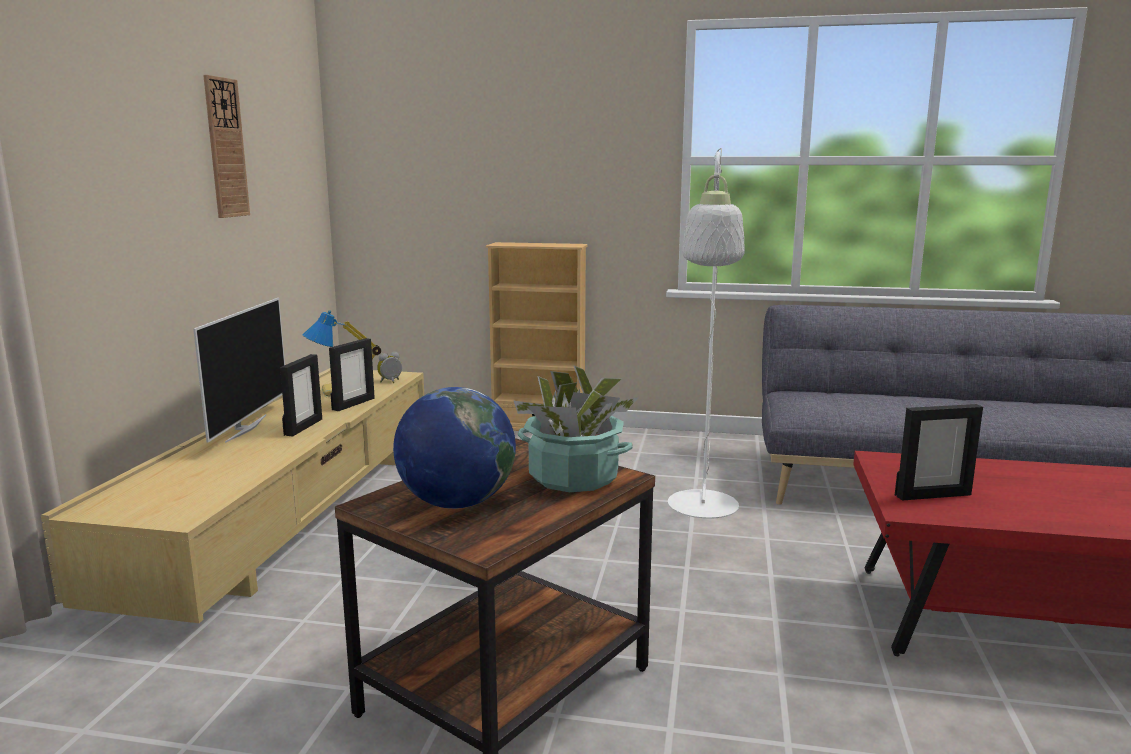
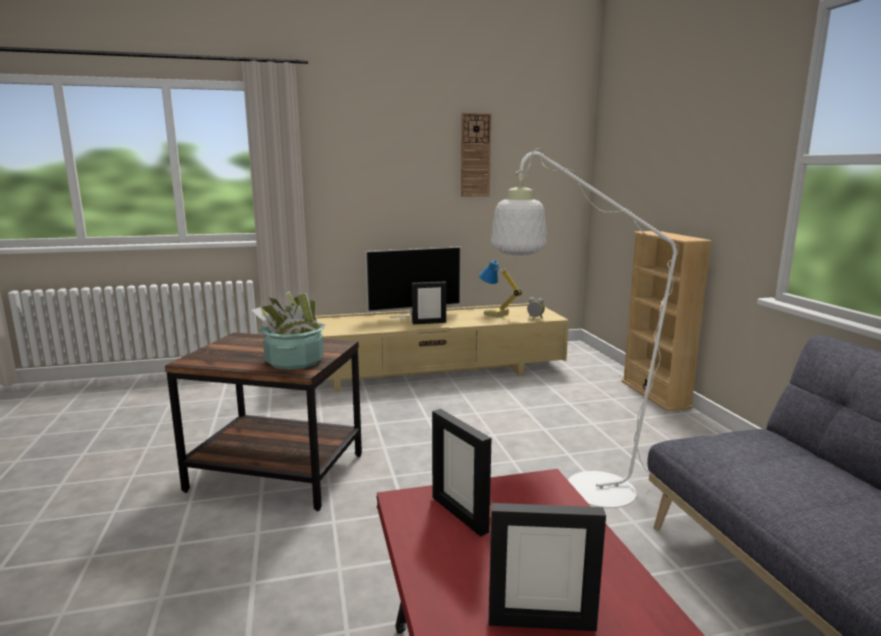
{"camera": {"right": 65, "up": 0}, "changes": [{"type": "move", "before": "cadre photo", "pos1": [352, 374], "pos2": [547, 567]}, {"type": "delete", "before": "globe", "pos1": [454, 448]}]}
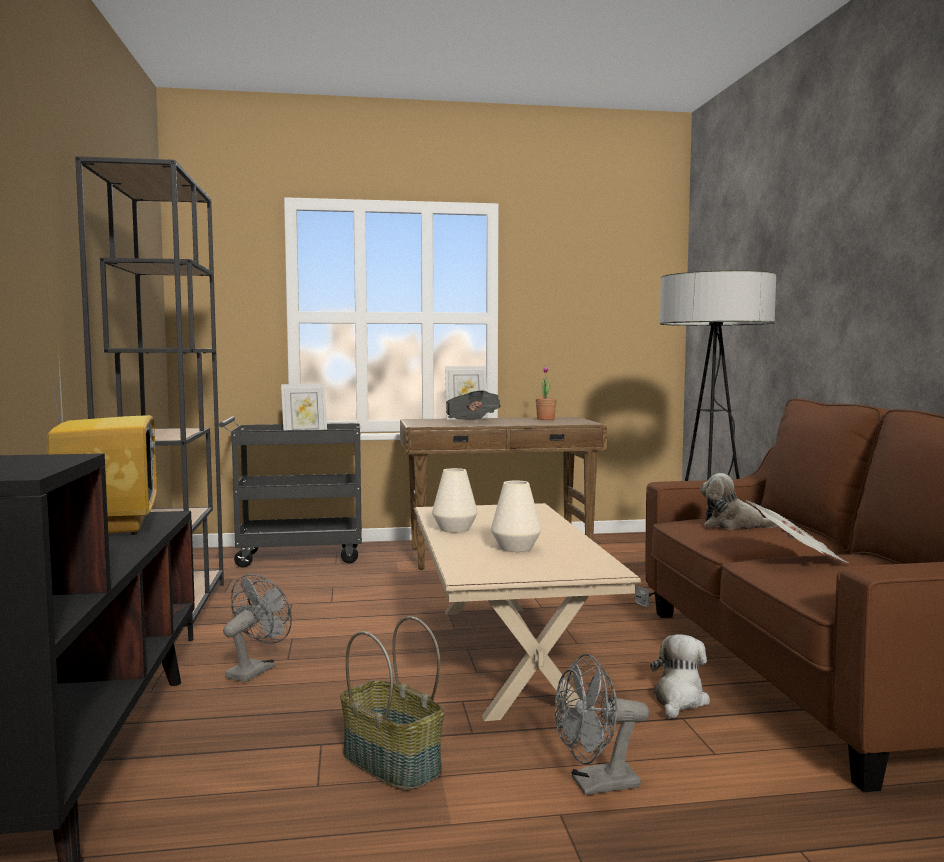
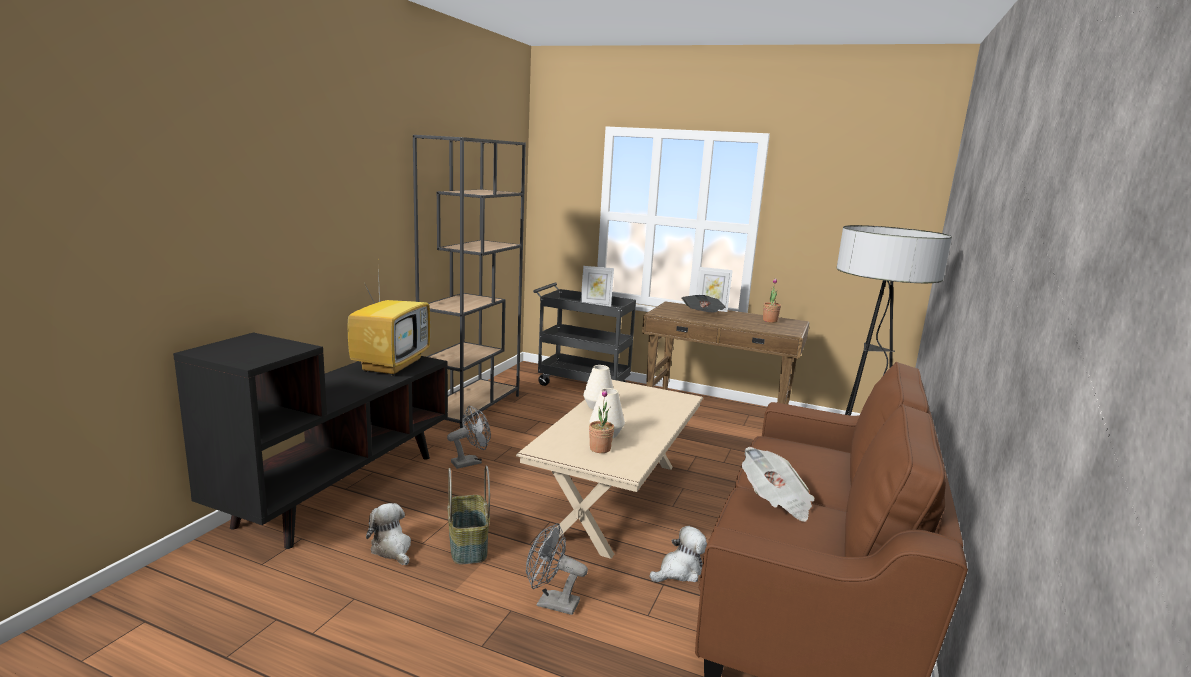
{"camera": {"right": 30, "up": 10}, "changes": [{"type": "move", "before": "peluche", "pos1": [739, 501], "pos2": [388, 534]}, {"type": "insert", "after": "plante en pot", "pos2": [601, 421]}]}
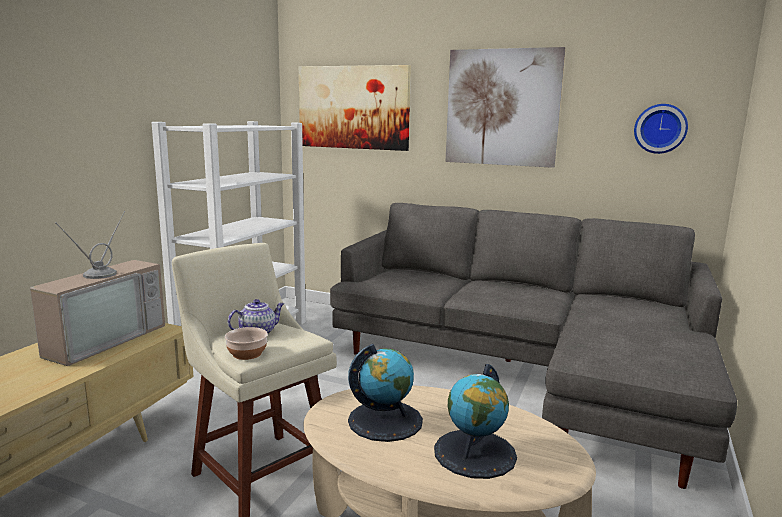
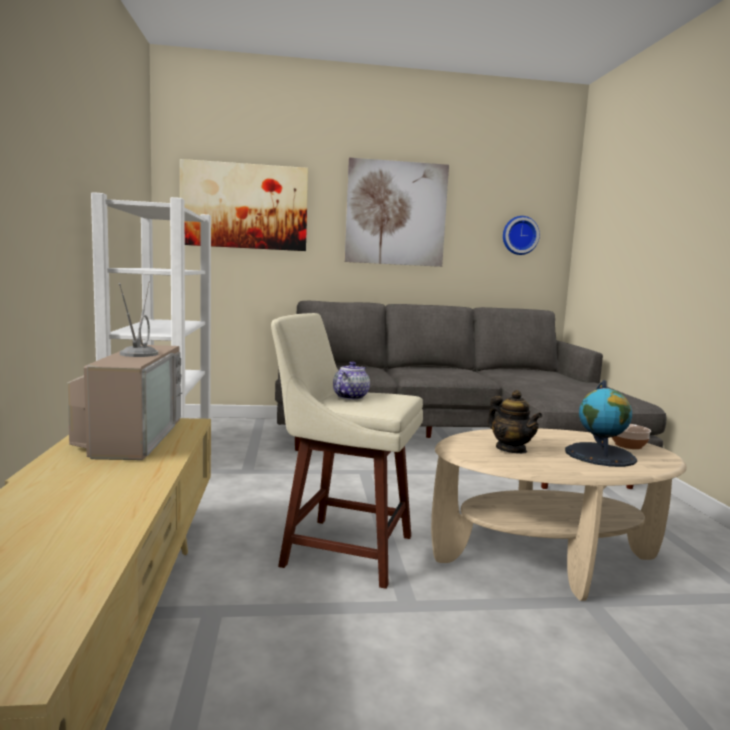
{"camera": {"right": -30, "up": -5}, "changes": [{"type": "move", "before": "bol", "pos1": [246, 343], "pos2": [631, 436]}, {"type": "replace", "before": "globe", "after": "théière", "pos1": [385, 393], "pos2": [515, 422]}]}
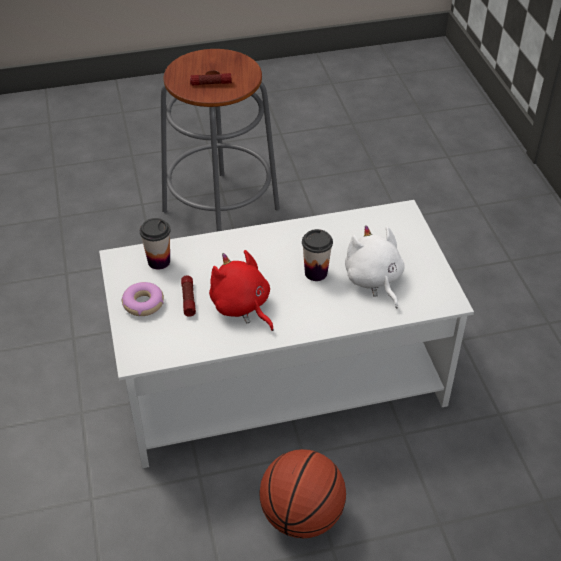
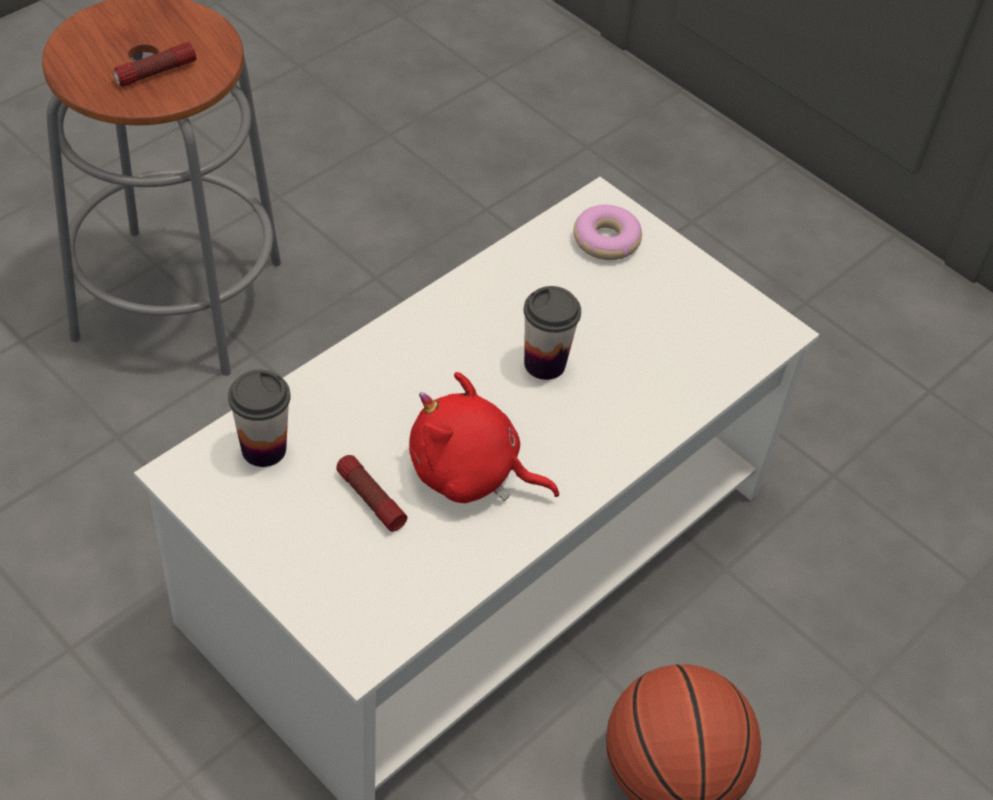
{"camera": {"right": -35, "up": 5}, "changes": [{"type": "delete", "before": "peluche [blanc]", "pos1": [375, 266]}, {"type": "move", "before": "beignet", "pos1": [142, 299], "pos2": [607, 232]}]}
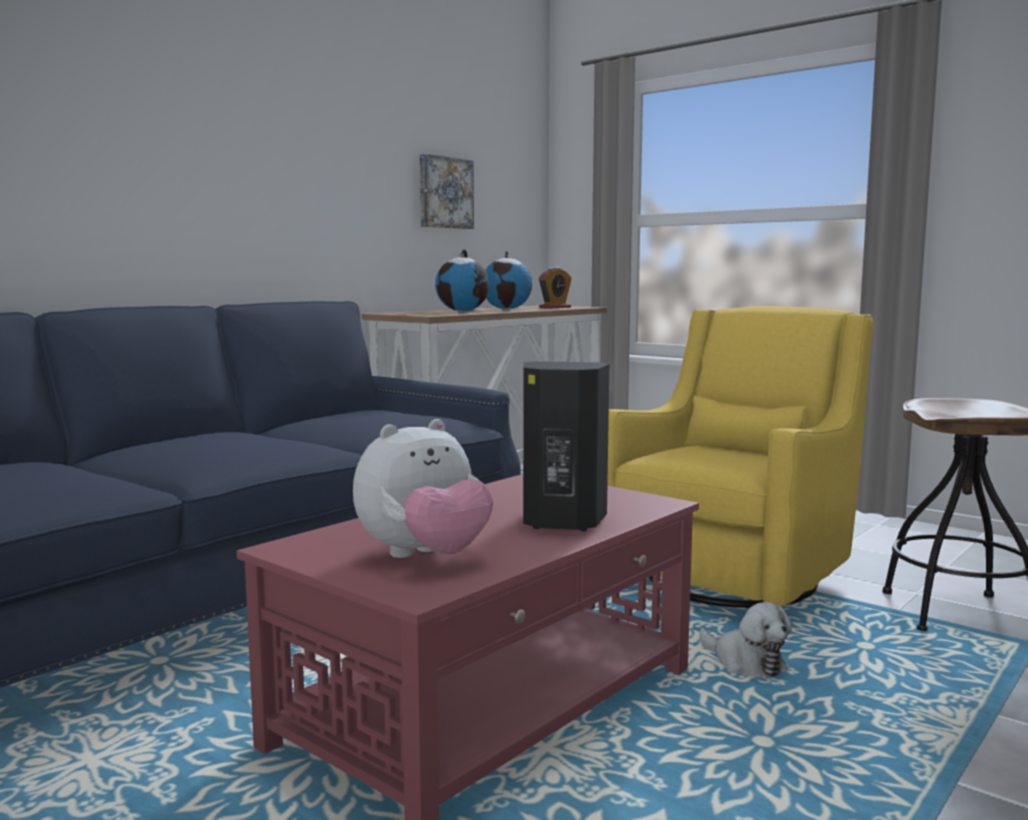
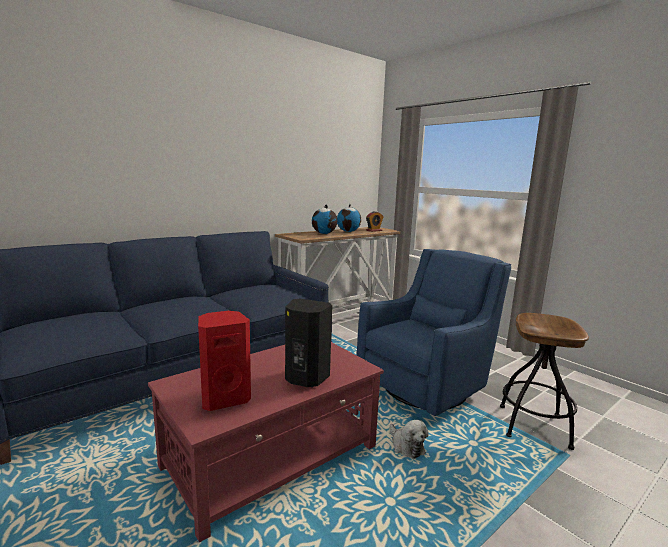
{"camera": {"right": 10, "up": 5}, "changes": [{"type": "delete", "before": "tableau", "pos1": [447, 191]}, {"type": "recolor", "before": "fauteuil [jaune]", "after": "fauteuil [bleu]", "pos1": [740, 457], "pos2": [434, 332]}, {"type": "replace", "before": "peluche", "after": "enceinte [rouge]", "pos1": [423, 488], "pos2": [224, 361]}]}
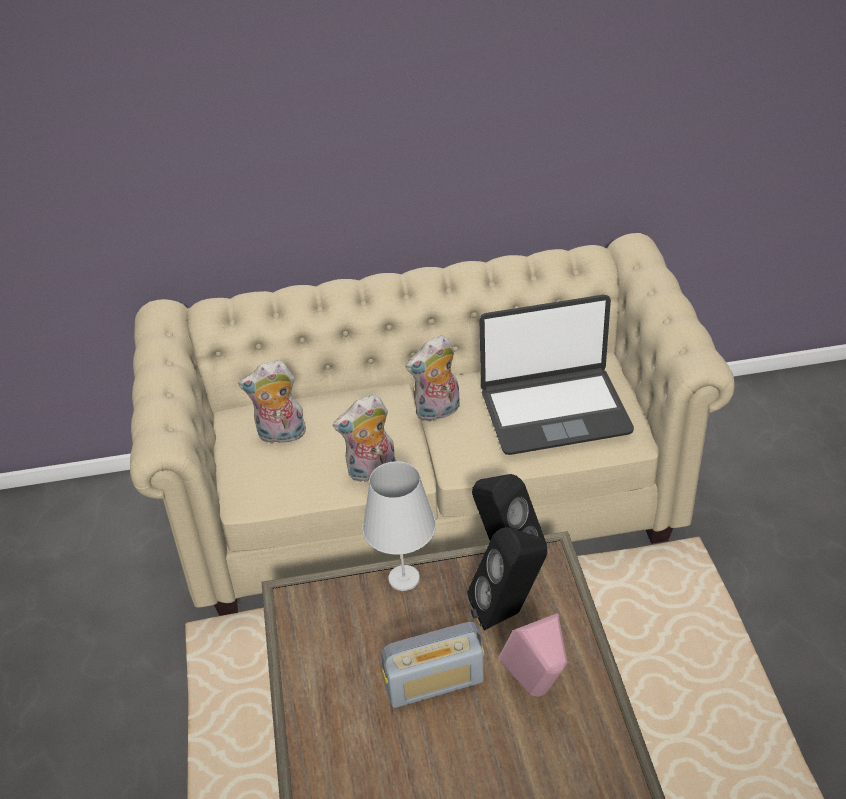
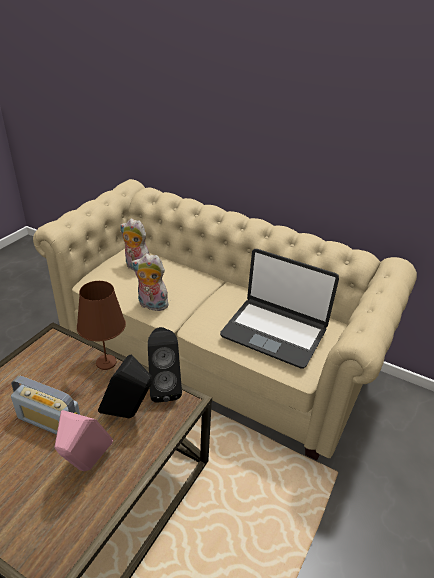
{"camera": {"right": 35, "up": -5}, "changes": [{"type": "delete", "before": "peluche", "pos1": [433, 378]}, {"type": "recolor", "before": "lampe de table [blanc]", "after": "lampe de table [marron]", "pos1": [399, 526], "pos2": [101, 325]}]}
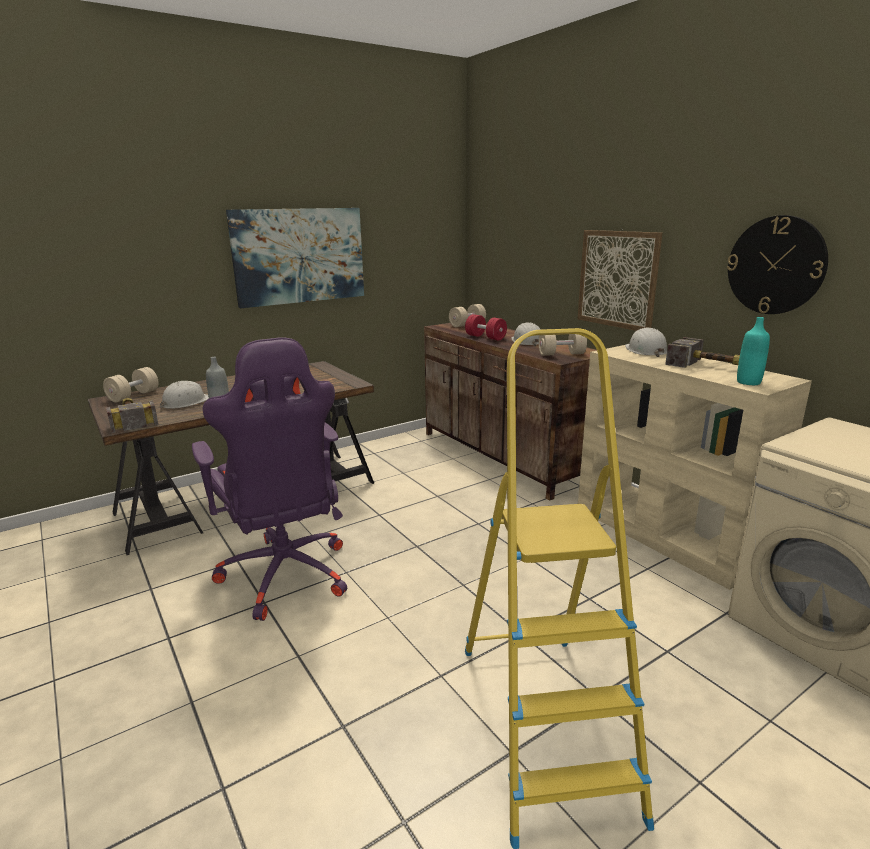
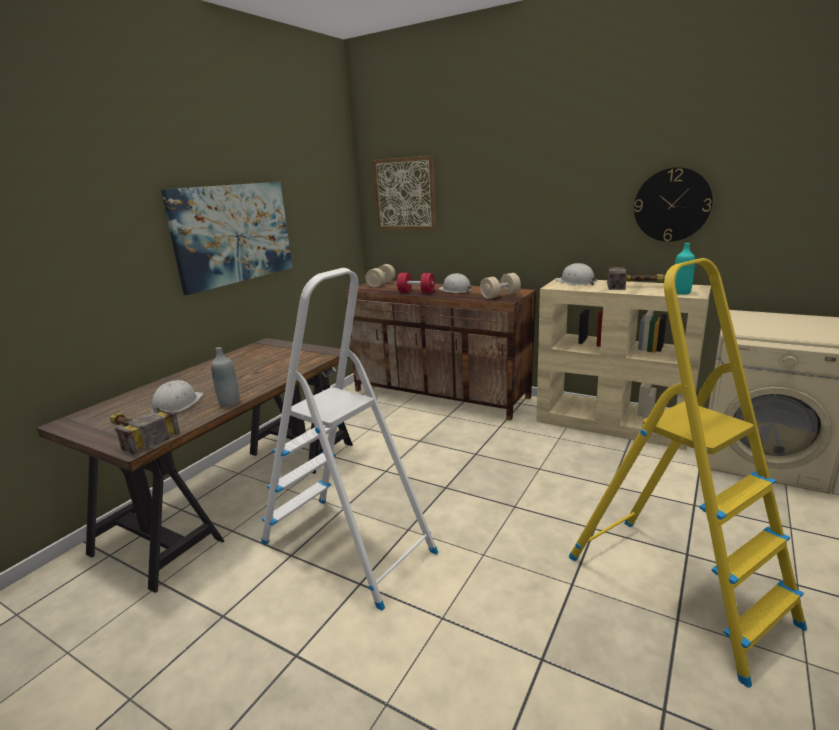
{"camera": {"right": -25, "up": 0}, "changes": [{"type": "move", "before": "tableau", "pos1": [620, 280], "pos2": [404, 193]}, {"type": "replace", "before": "chaise de bureau [violet]", "after": "escabeau [blanc]", "pos1": [269, 479], "pos2": [349, 439]}, {"type": "delete", "before": "haltère [beige]", "pos1": [131, 384]}]}
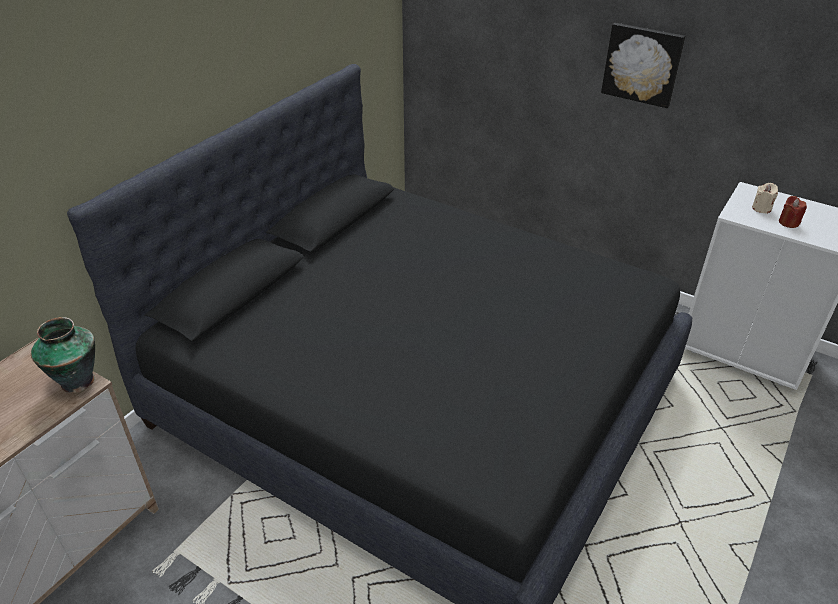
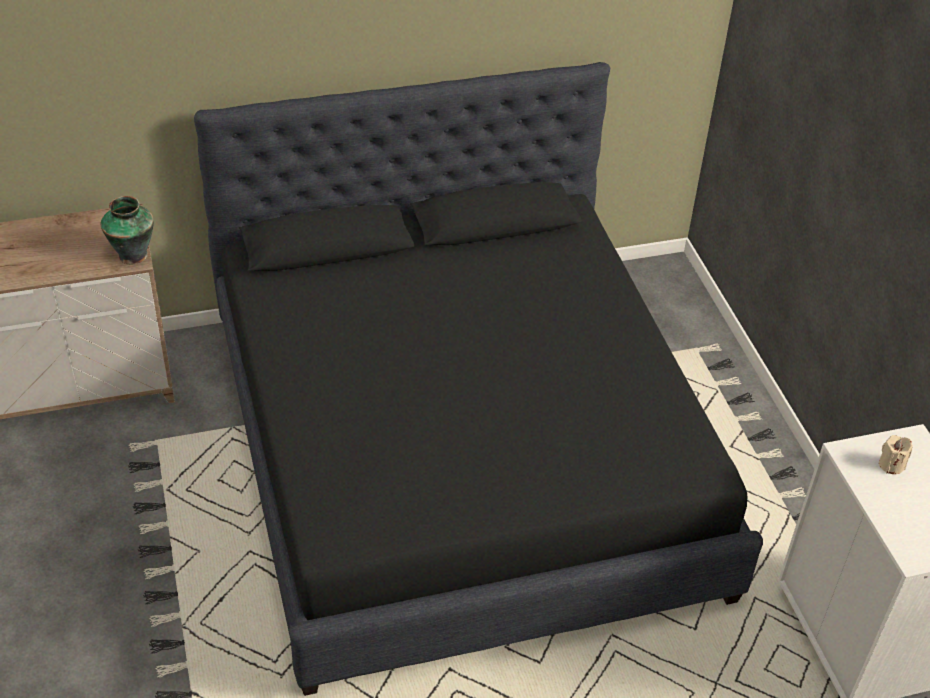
{"camera": {"right": 40, "up": 5}, "changes": [{"type": "delete", "before": "tableau", "pos1": [643, 65]}, {"type": "delete", "before": "bougie [rouge]", "pos1": [793, 212]}]}
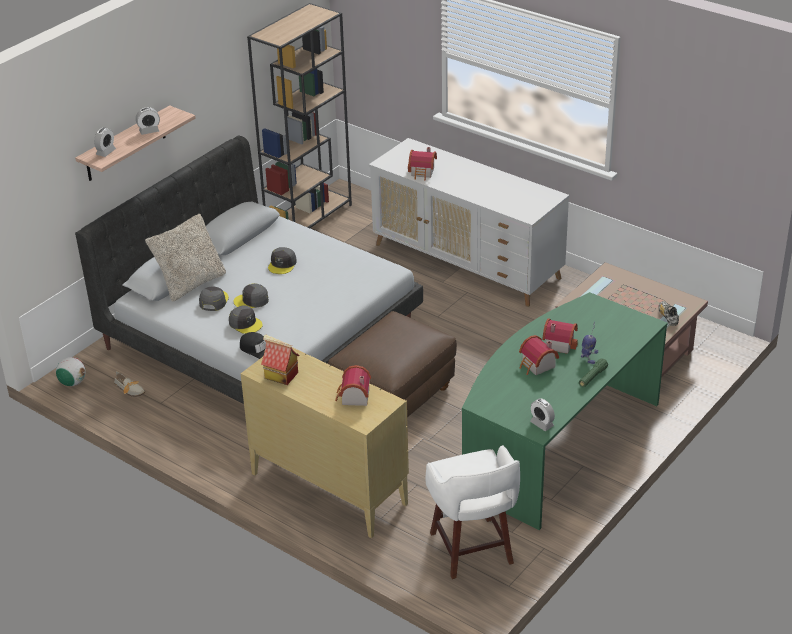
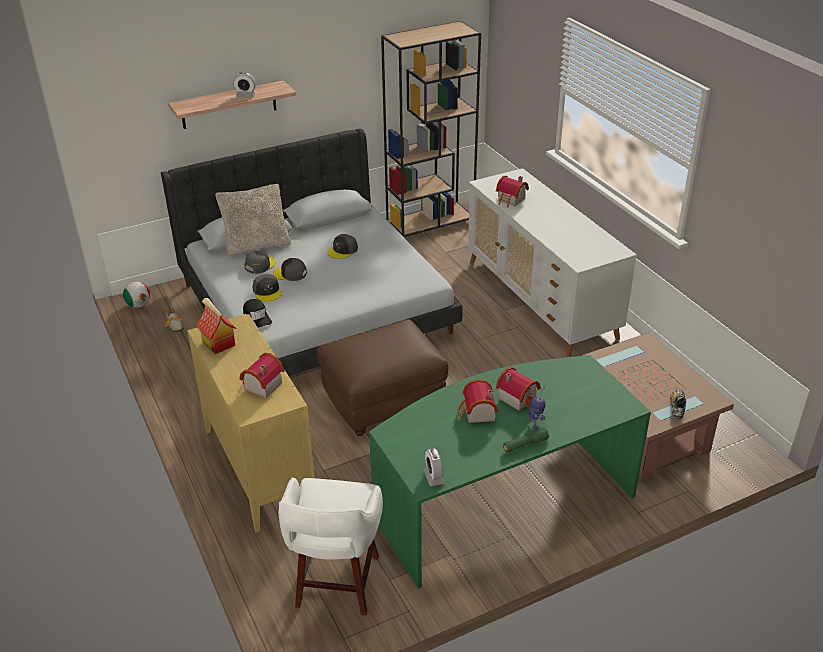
{"camera": {"right": 25, "up": 0}, "changes": [{"type": "delete", "before": "réveil", "pos1": [105, 142]}]}
